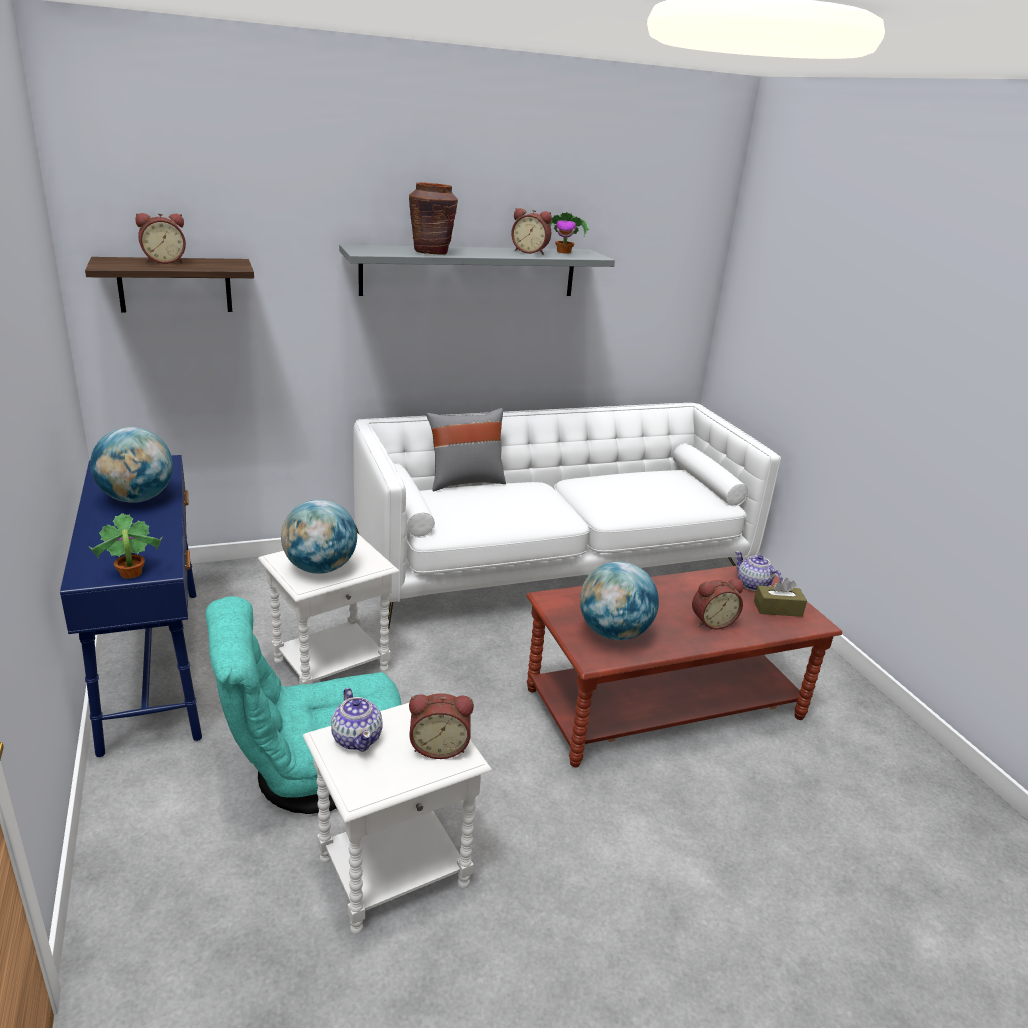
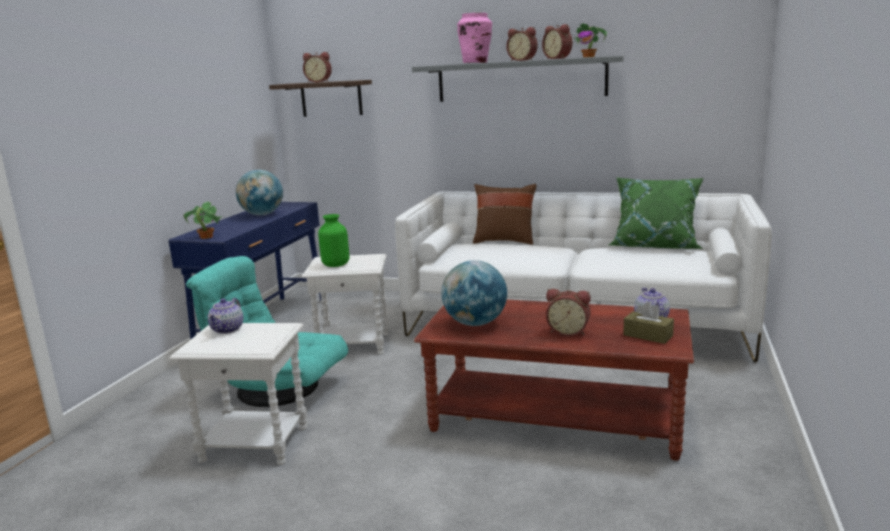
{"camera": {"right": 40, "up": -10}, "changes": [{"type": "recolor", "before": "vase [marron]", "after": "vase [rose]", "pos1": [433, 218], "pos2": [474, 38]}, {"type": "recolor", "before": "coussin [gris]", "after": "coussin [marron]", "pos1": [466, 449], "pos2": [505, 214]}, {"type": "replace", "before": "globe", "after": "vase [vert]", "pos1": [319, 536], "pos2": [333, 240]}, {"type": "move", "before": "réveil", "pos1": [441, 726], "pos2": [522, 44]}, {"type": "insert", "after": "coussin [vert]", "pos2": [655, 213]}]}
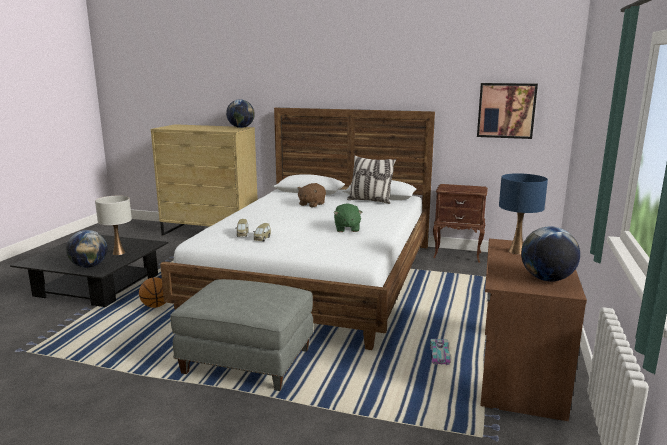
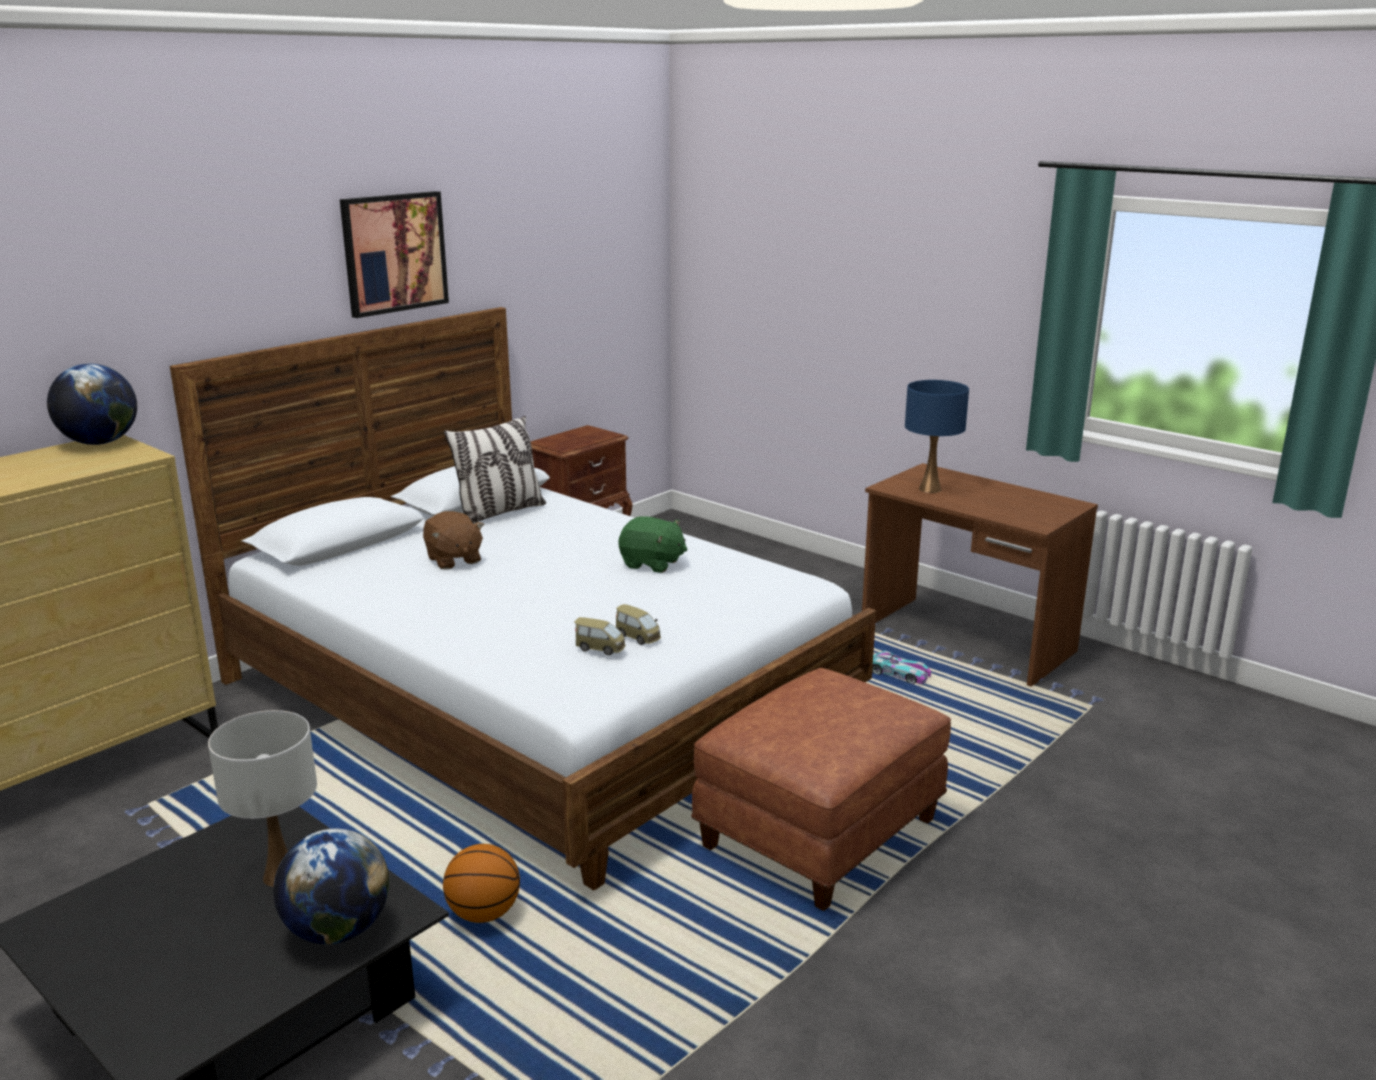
{"camera": {"right": -65, "up": 5}, "changes": [{"type": "move", "before": "tableau", "pos1": [507, 111], "pos2": [394, 254]}, {"type": "delete", "before": "globe", "pos1": [550, 253]}, {"type": "recolor", "before": "pouf [gris]", "after": "pouf [marron]", "pos1": [242, 335], "pos2": [821, 789]}]}
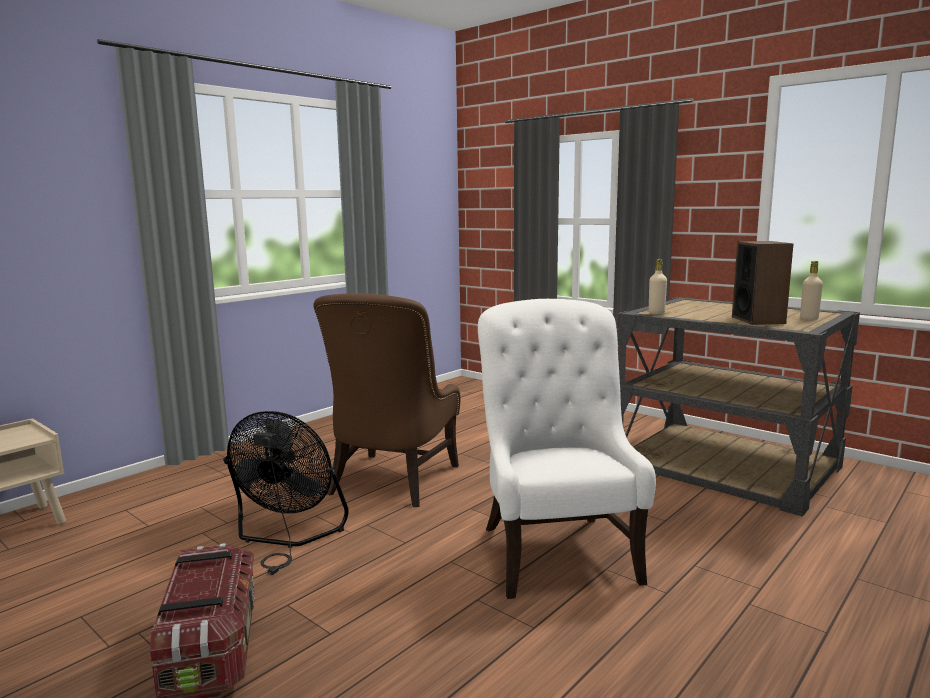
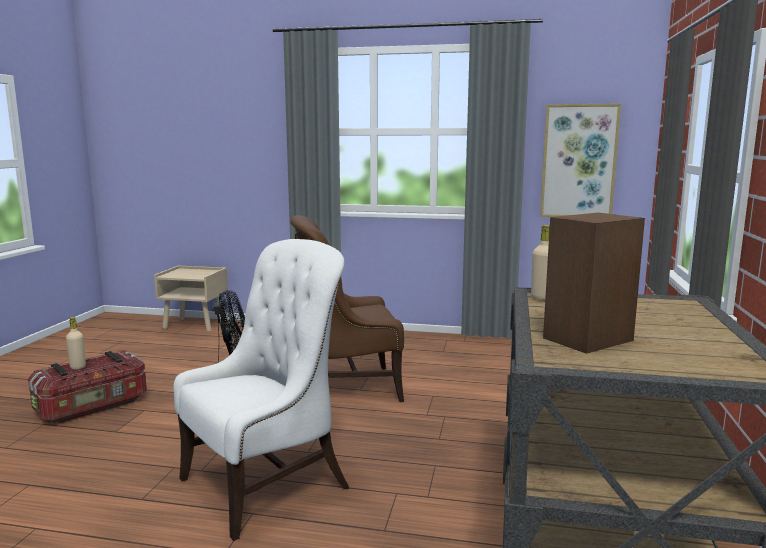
{"camera": {"right": 60, "up": 0}, "changes": [{"type": "move", "before": "bouteille [beige]", "pos1": [811, 290], "pos2": [76, 343]}, {"type": "insert", "after": "tableau", "pos2": [580, 160]}]}
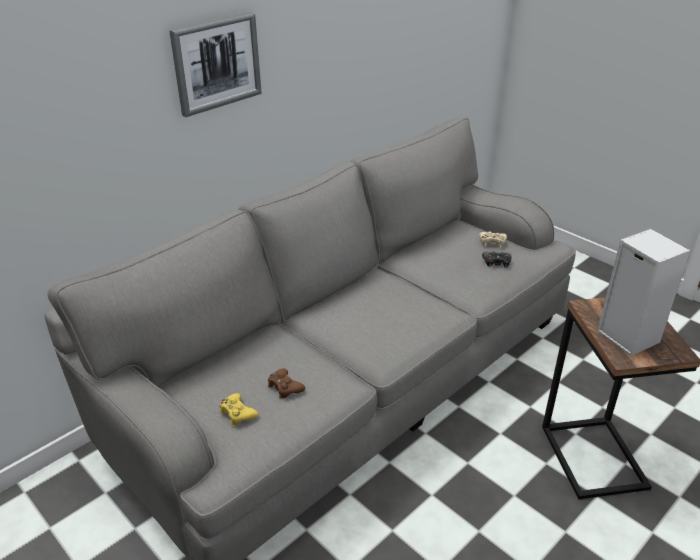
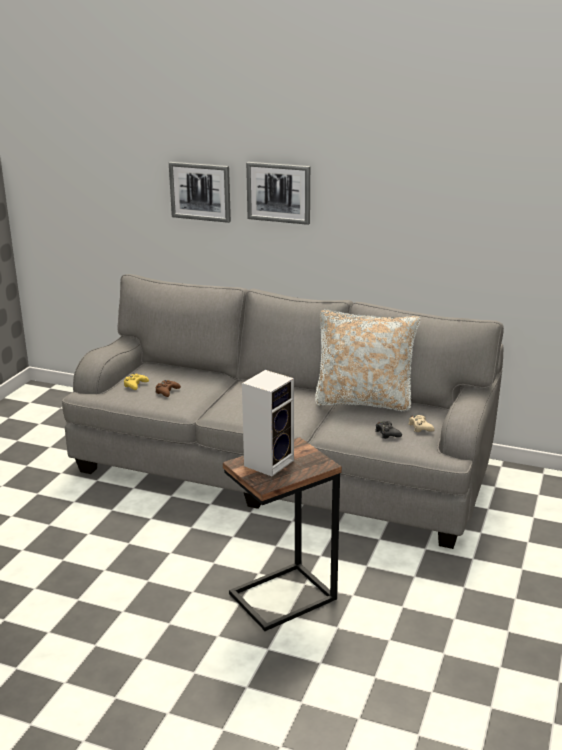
{"camera": {"right": 65, "up": -10}, "changes": [{"type": "insert", "after": "tableau", "pos2": [200, 192]}, {"type": "insert", "after": "coussin [blanc]", "pos2": [367, 360]}]}
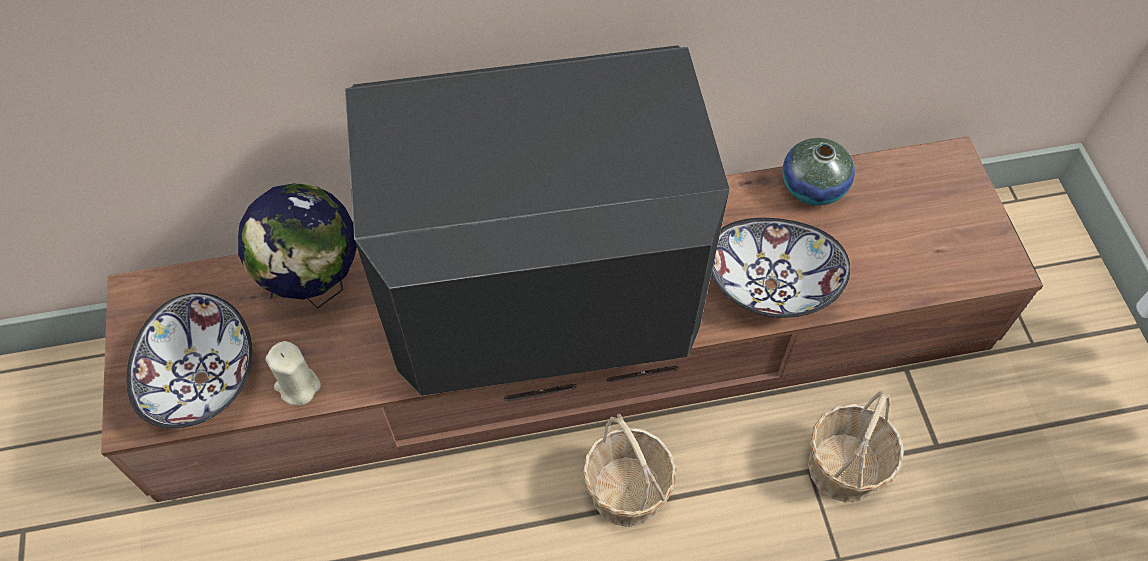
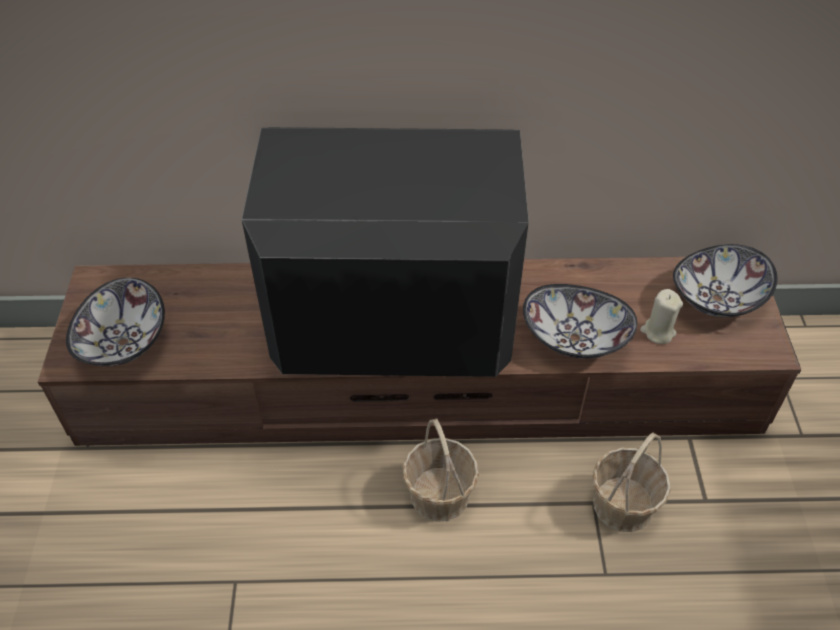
{"camera": {"right": 10, "up": -10}, "changes": [{"type": "delete", "before": "vase", "pos1": [818, 172]}, {"type": "delete", "before": "globe", "pos1": [297, 246]}, {"type": "move", "before": "bougie [beige]", "pos1": [293, 373], "pos2": [661, 316]}, {"type": "insert", "after": "bol", "pos2": [725, 280]}]}
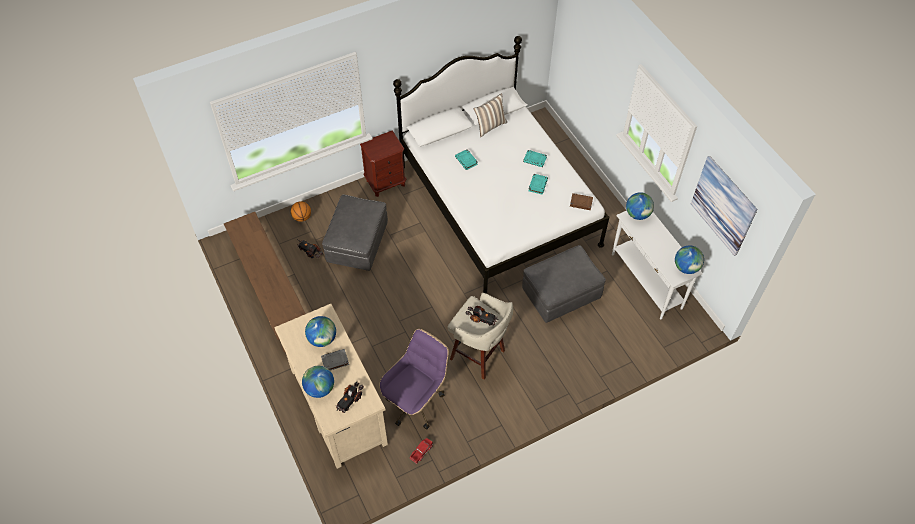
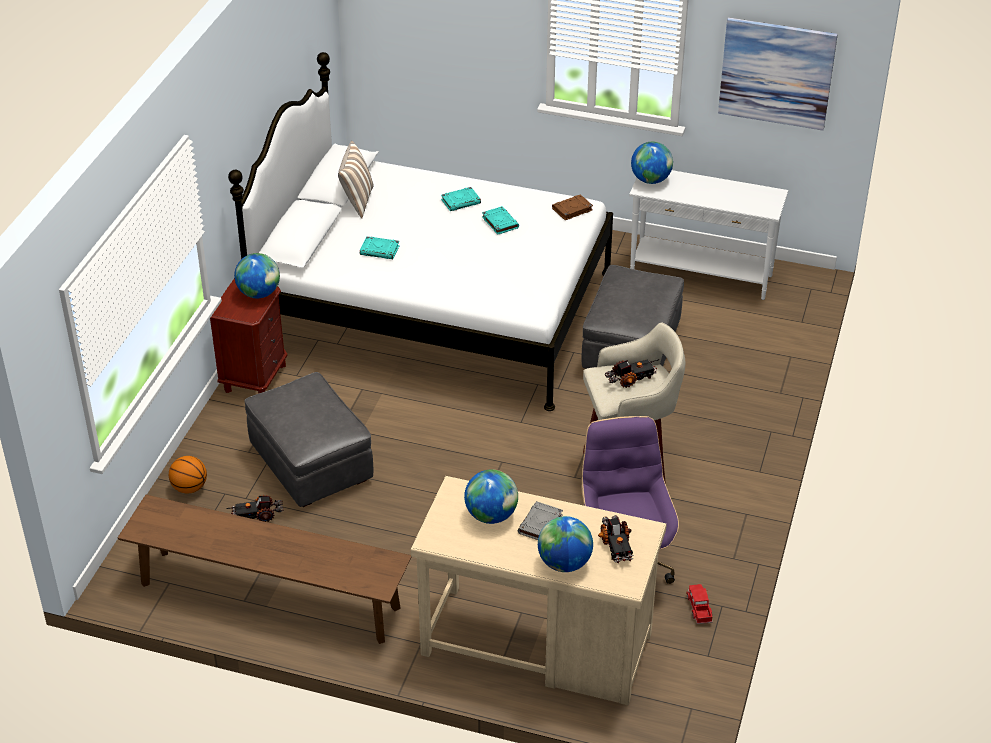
{"camera": {"right": -45, "up": -15}, "changes": [{"type": "move", "before": "globe", "pos1": [689, 260], "pos2": [257, 275]}]}
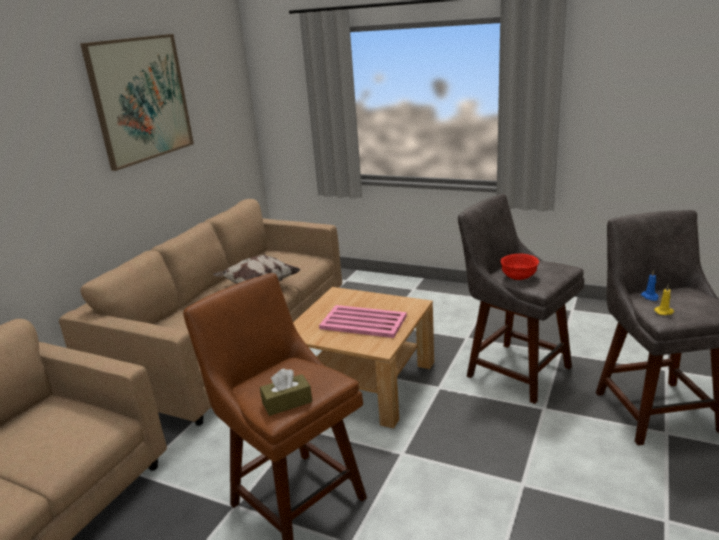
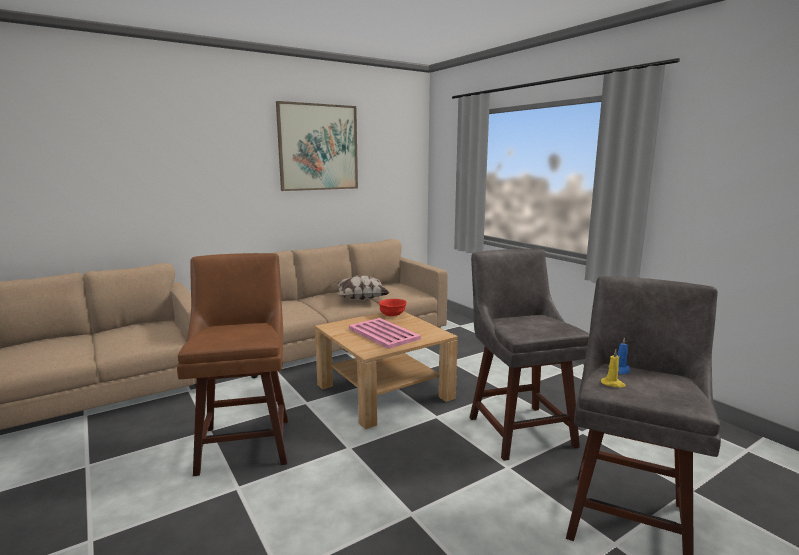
{"camera": {"right": 30, "up": -10}, "changes": [{"type": "move", "before": "bol [rouge]", "pos1": [520, 267], "pos2": [393, 307]}, {"type": "delete", "before": "boîte à mouchoirs [marron]", "pos1": [286, 392]}]}
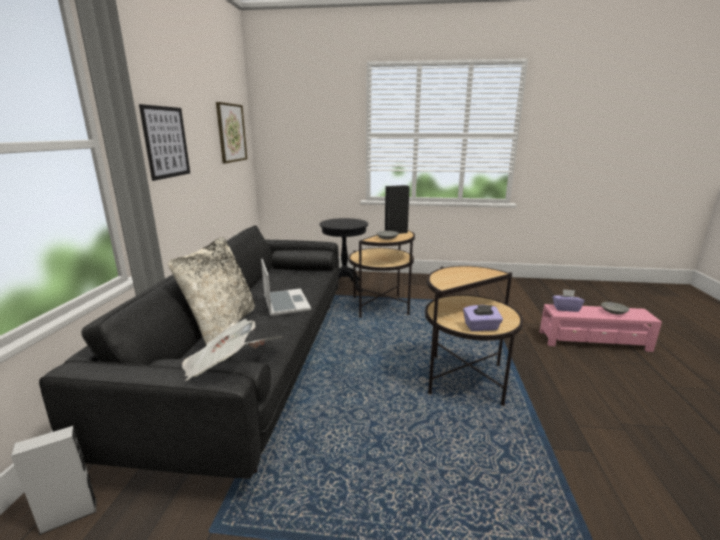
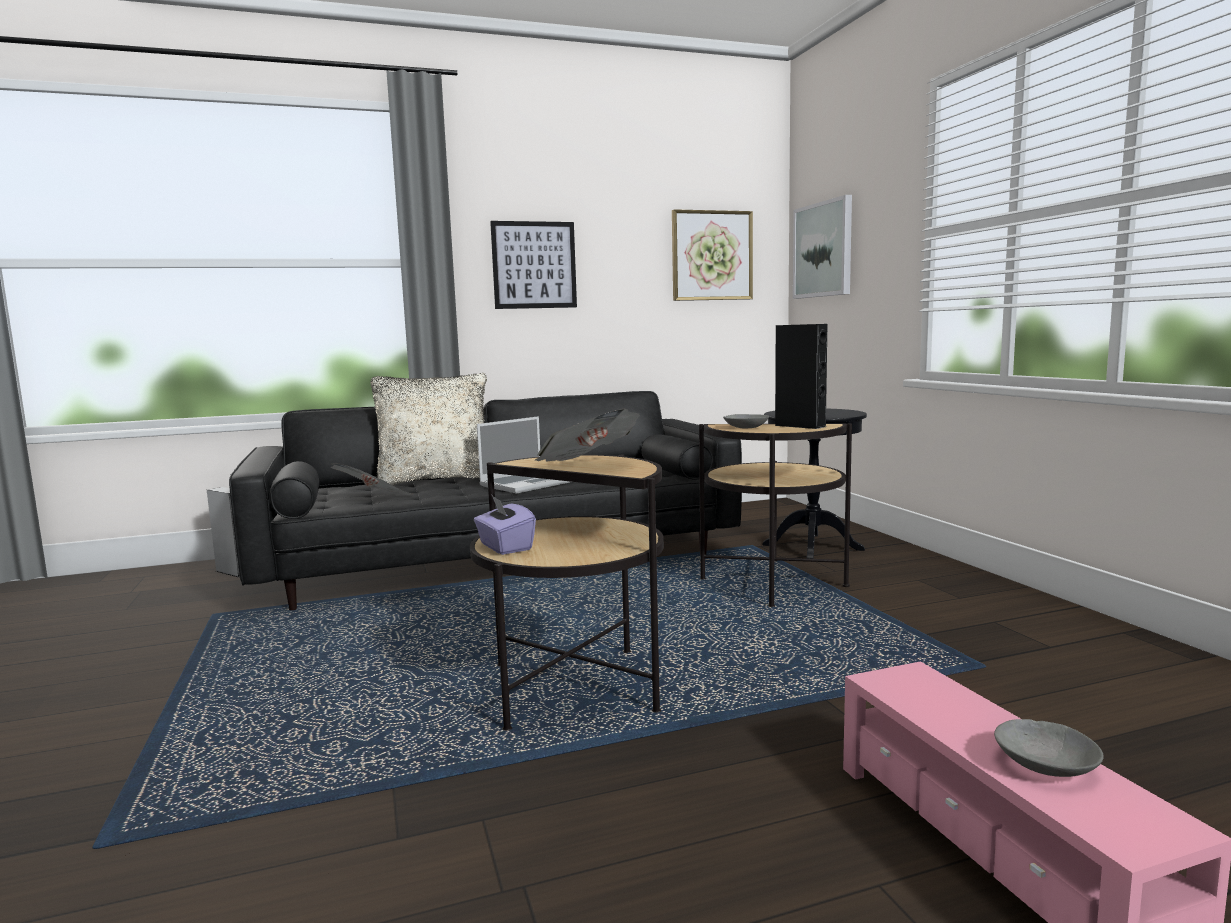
{"camera": {"right": 65, "up": -10}, "changes": [{"type": "delete", "before": "boîte à mouchoirs [violet]", "pos1": [568, 300]}, {"type": "move", "before": "journal", "pos1": [219, 350], "pos2": [587, 435]}, {"type": "insert", "after": "tableau", "pos2": [822, 247]}]}
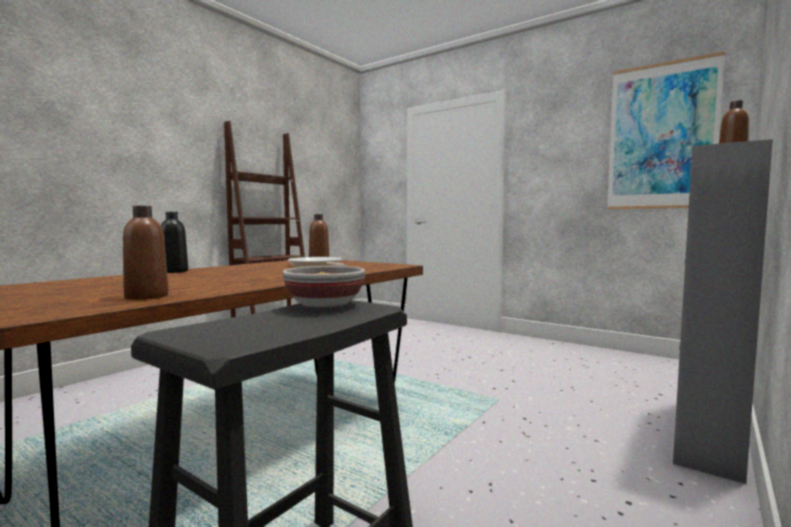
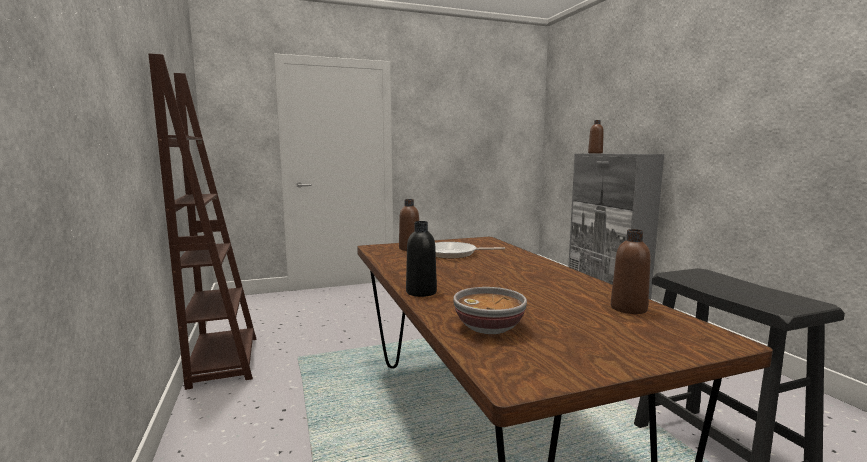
{"camera": {"right": -55, "up": 5}, "changes": [{"type": "delete", "before": "tableau", "pos1": [666, 130]}, {"type": "move", "before": "bol", "pos1": [323, 286], "pos2": [490, 310]}]}
